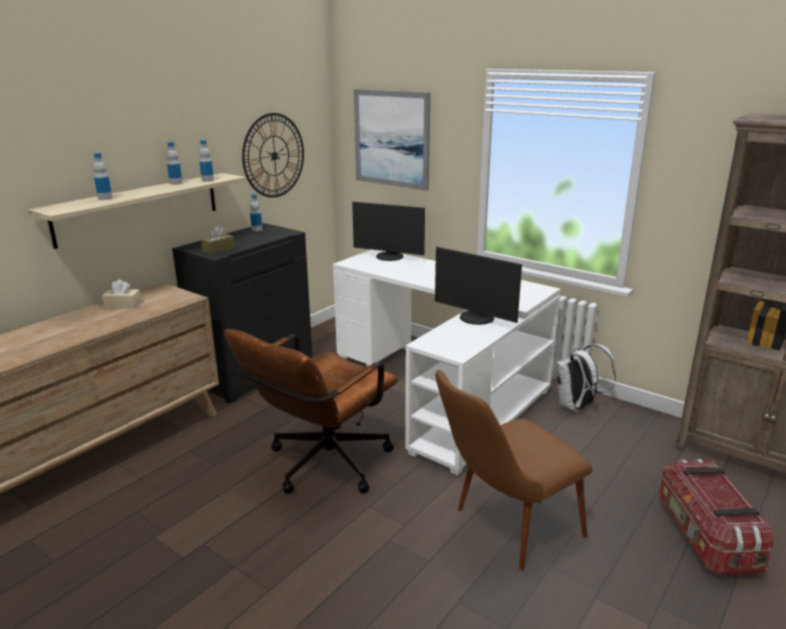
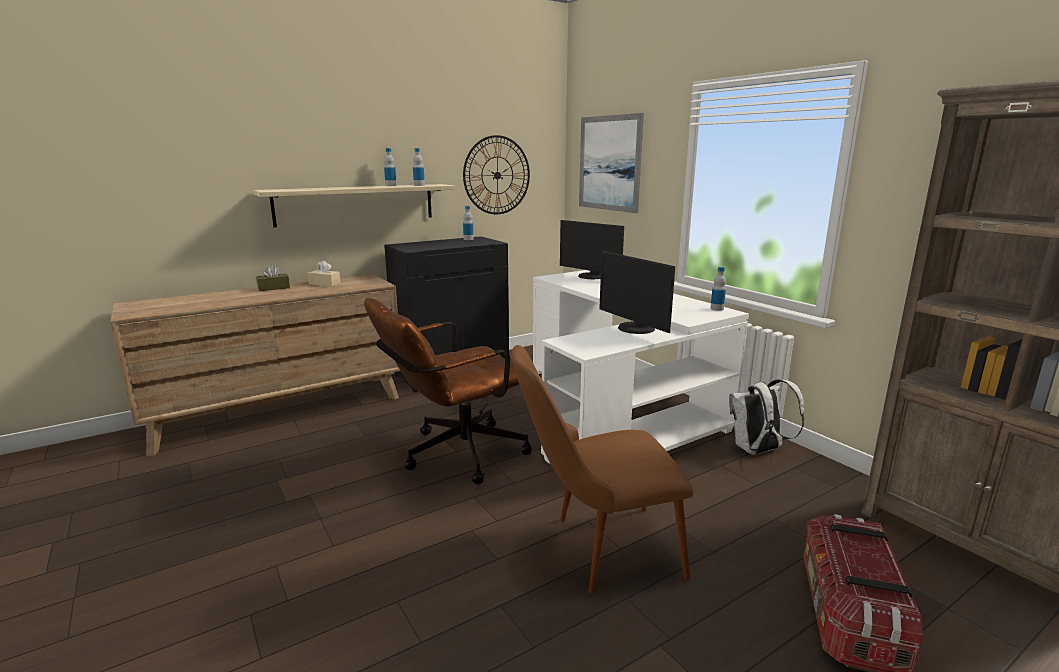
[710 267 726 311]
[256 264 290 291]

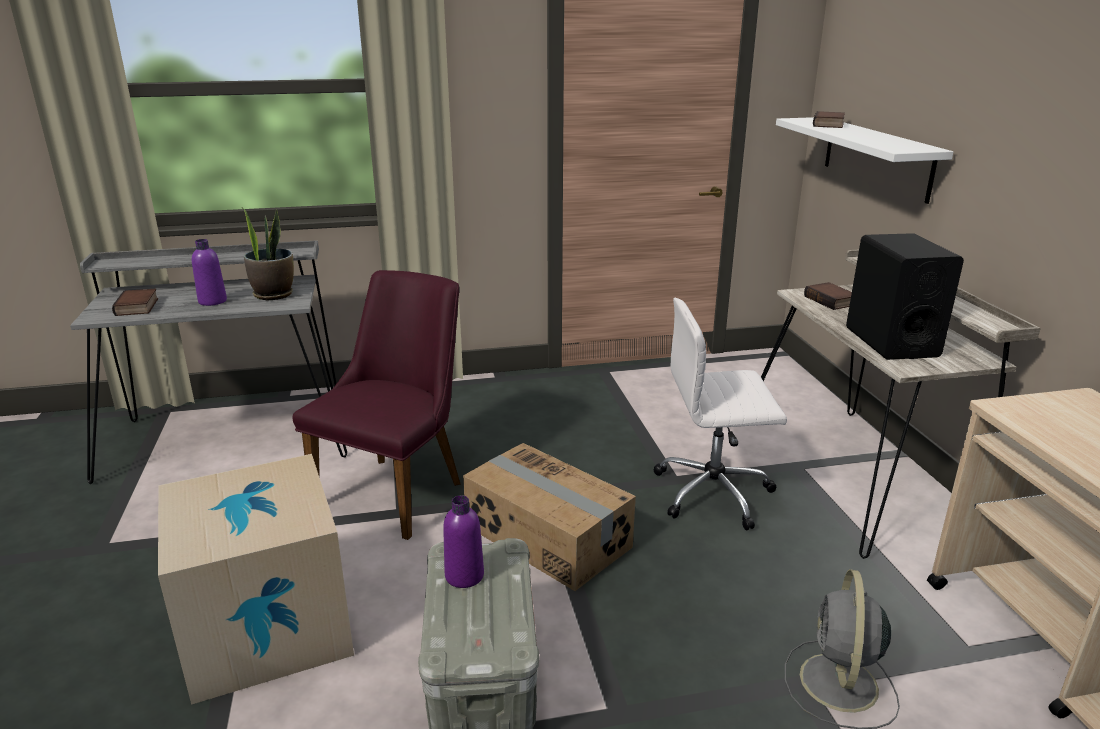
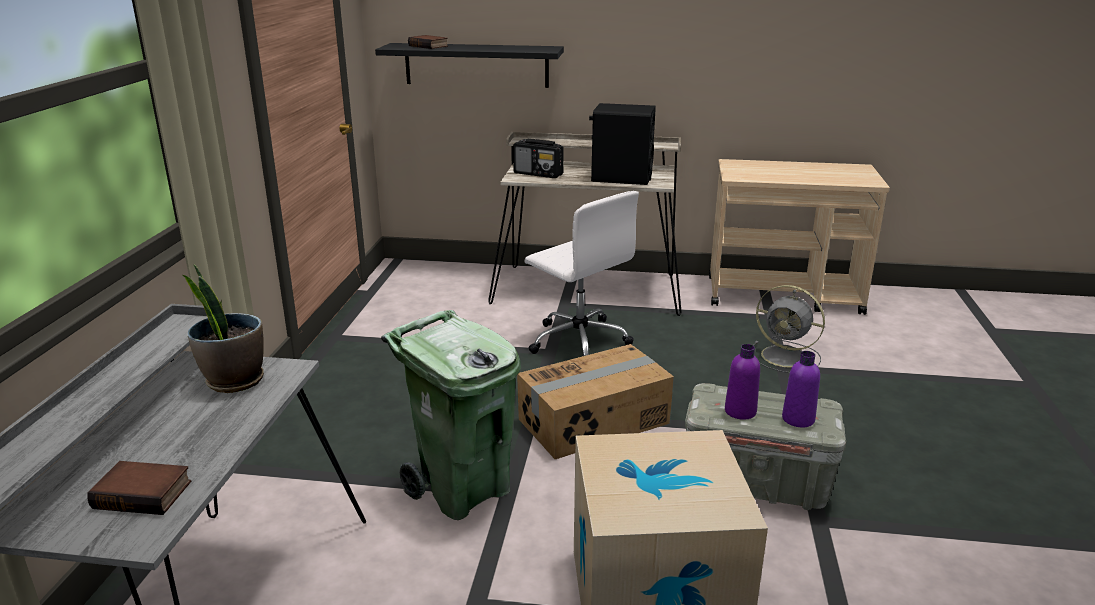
[782 351 820 427]
[381 310 521 520]
[524 191 639 356]
[375 43 564 88]
[513 139 564 178]

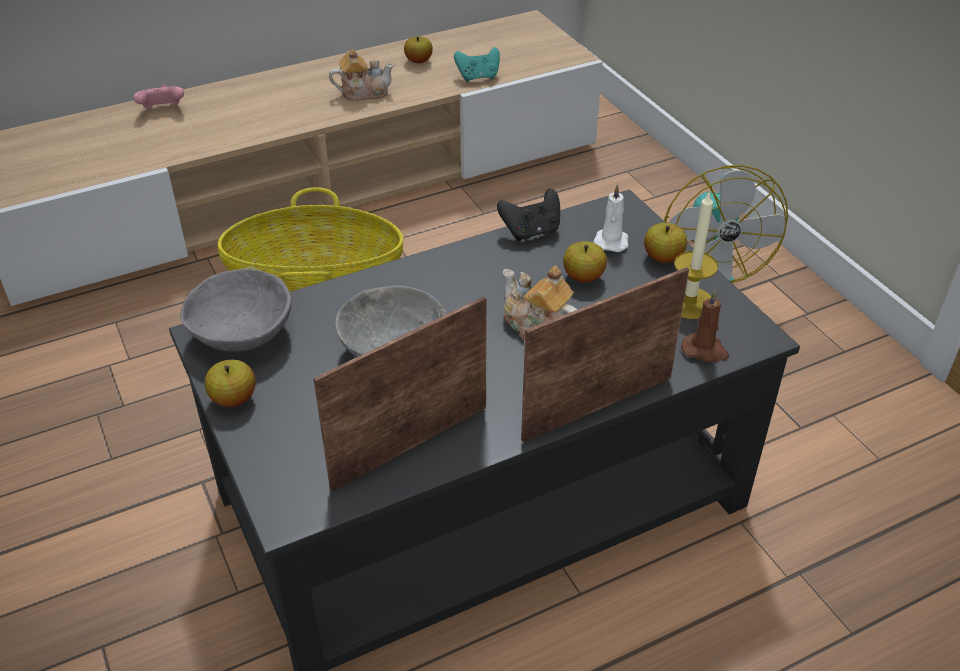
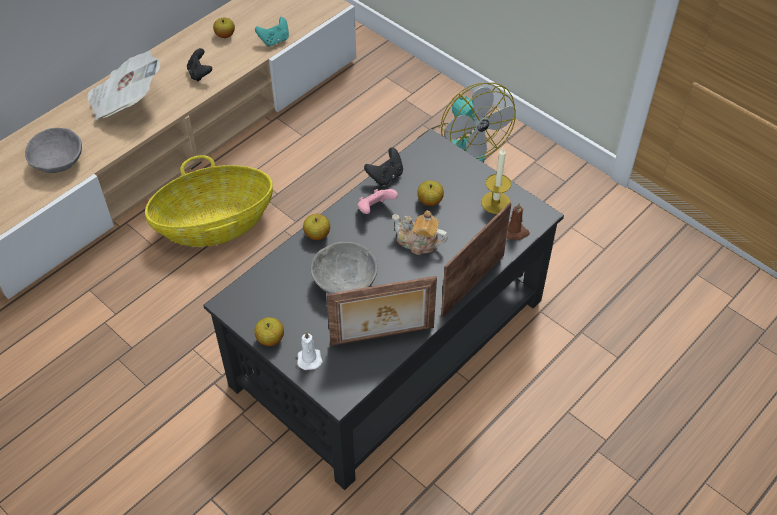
[357 189 398 214]
[25 128 82 173]
[326 276 437 346]
[187 48 212 82]
[297 331 323 370]
[303 214 330 240]
[87 51 160 121]

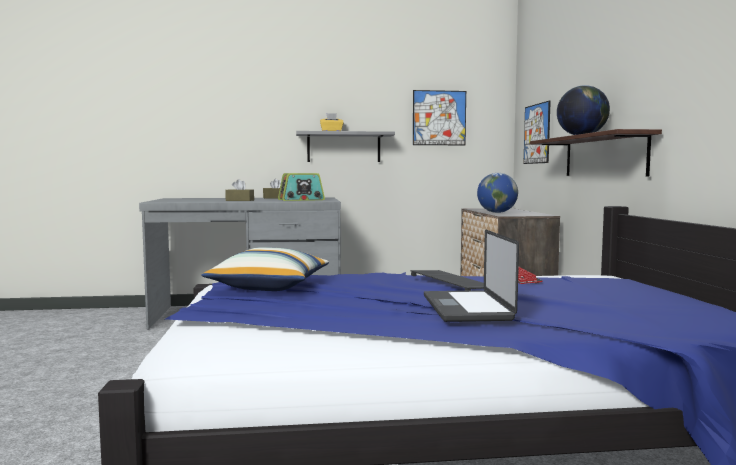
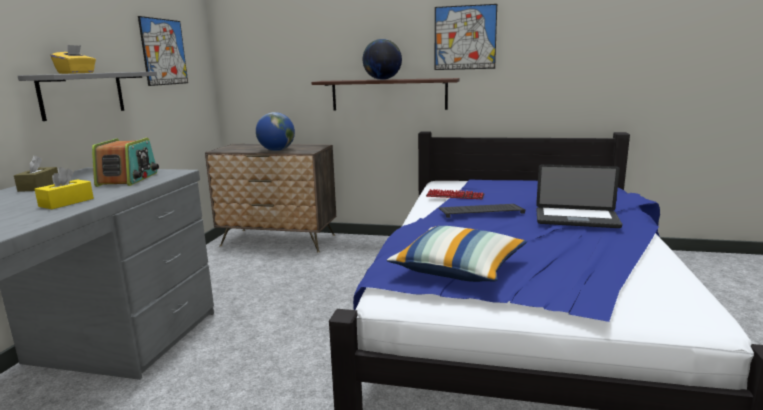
[35 167 94 209]
[435 4 497 70]

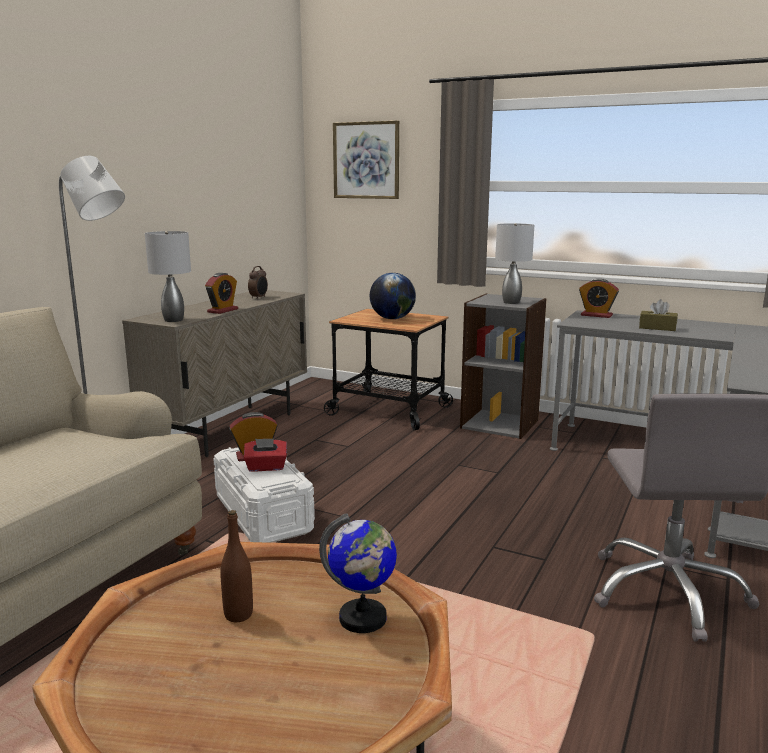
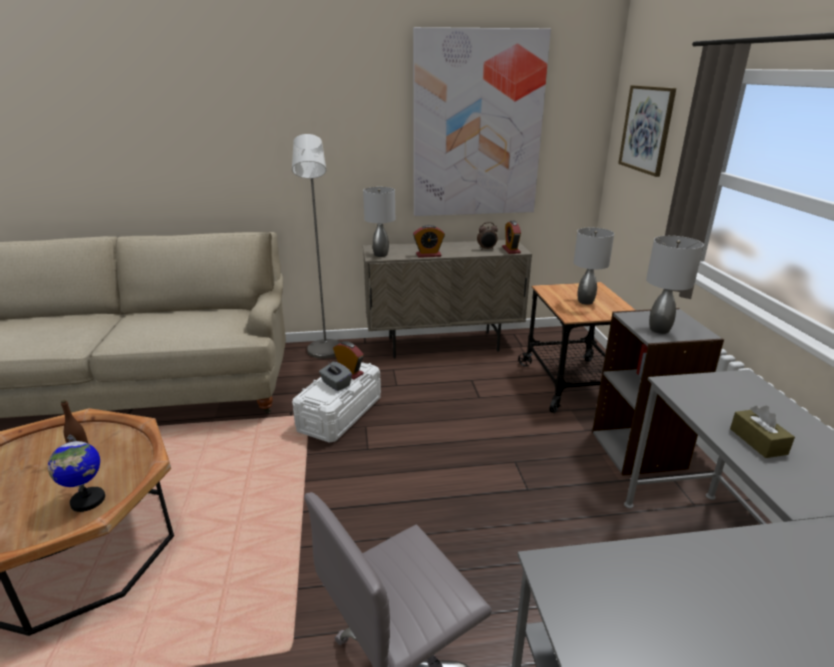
[319 362 352 391]
[573 228 614 305]
[502 221 521 254]
[413 27 551 216]

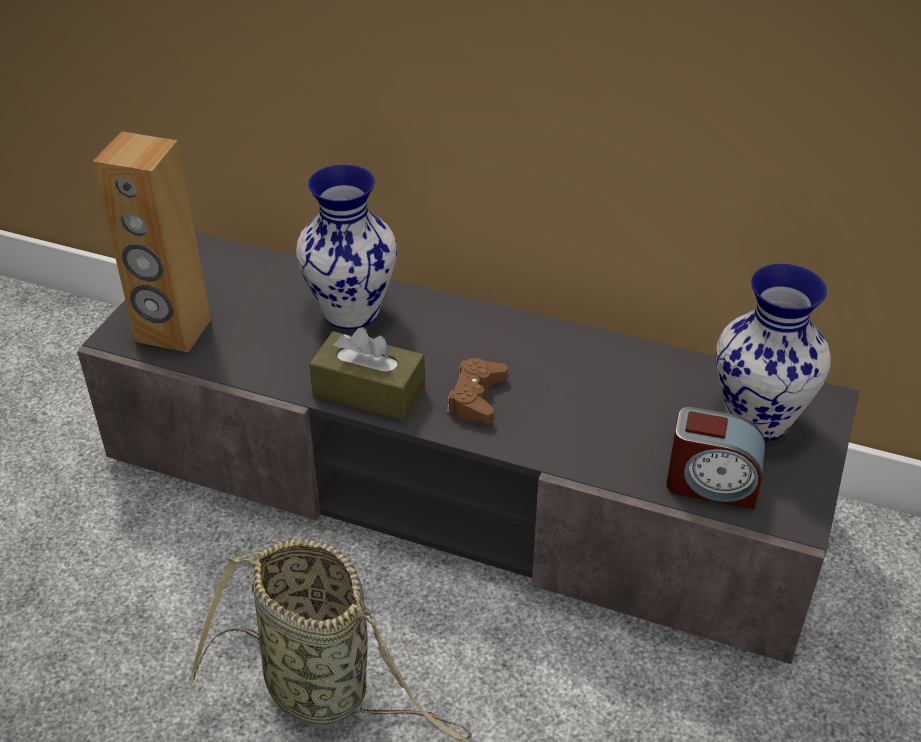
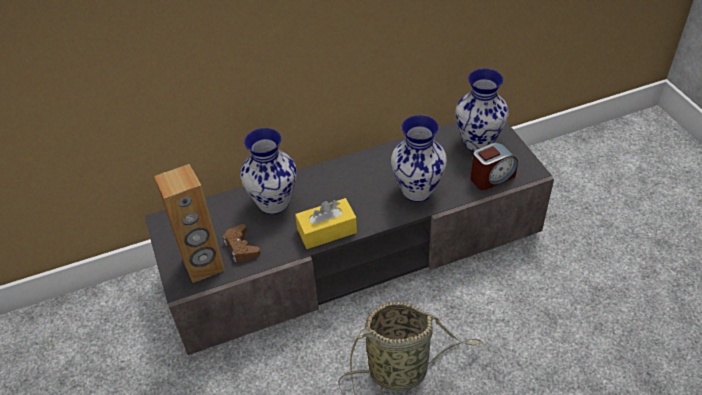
[295 198 357 249]
[223 224 260 262]
[391 115 447 202]

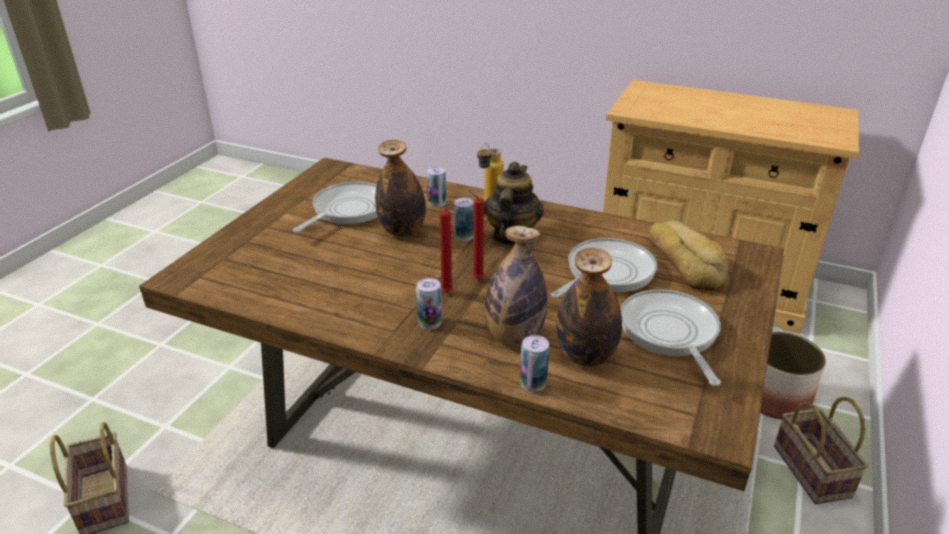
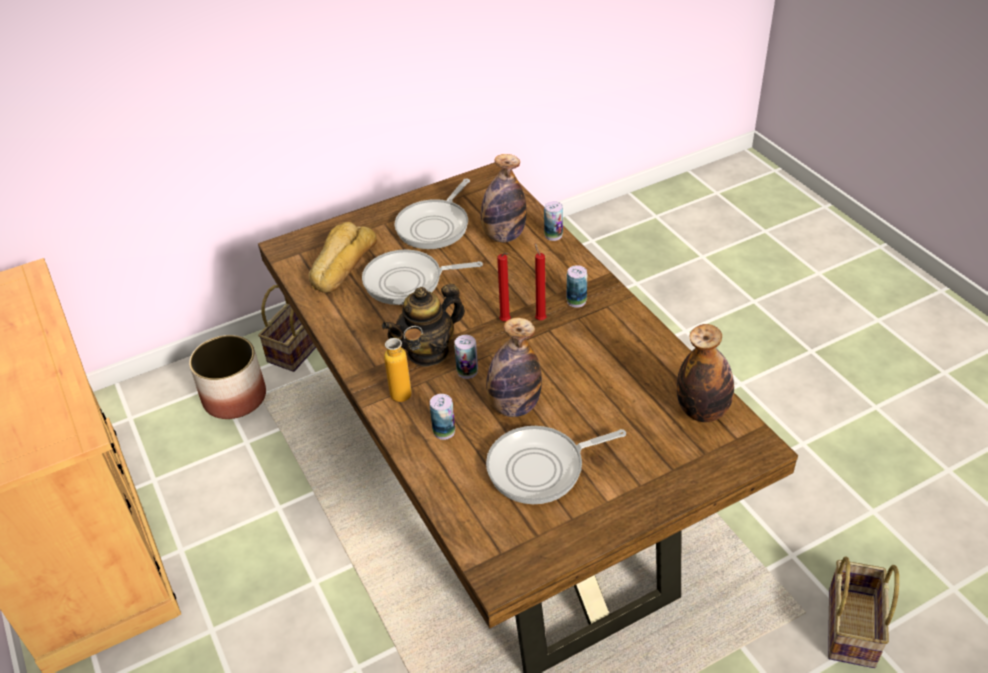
[677 324 734 422]

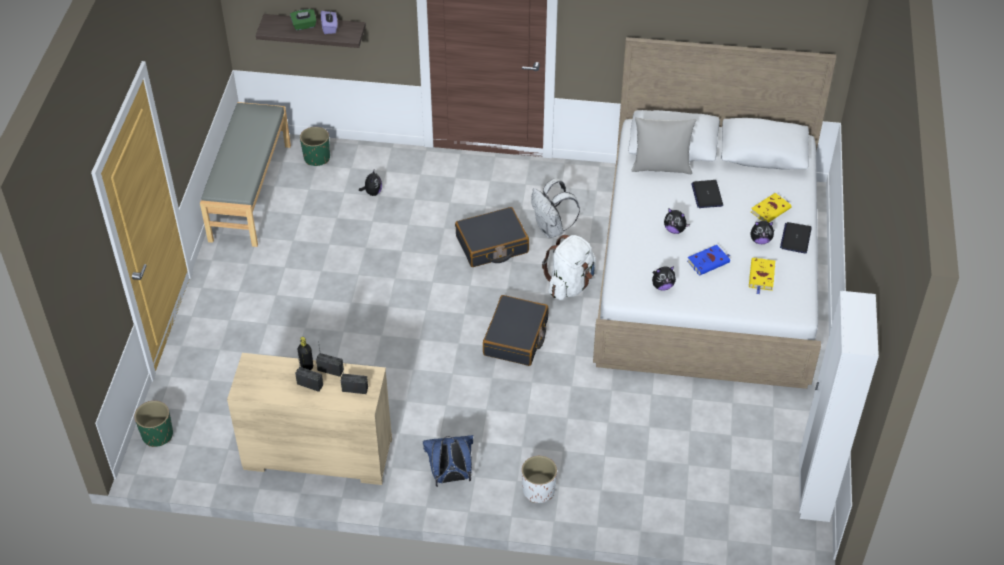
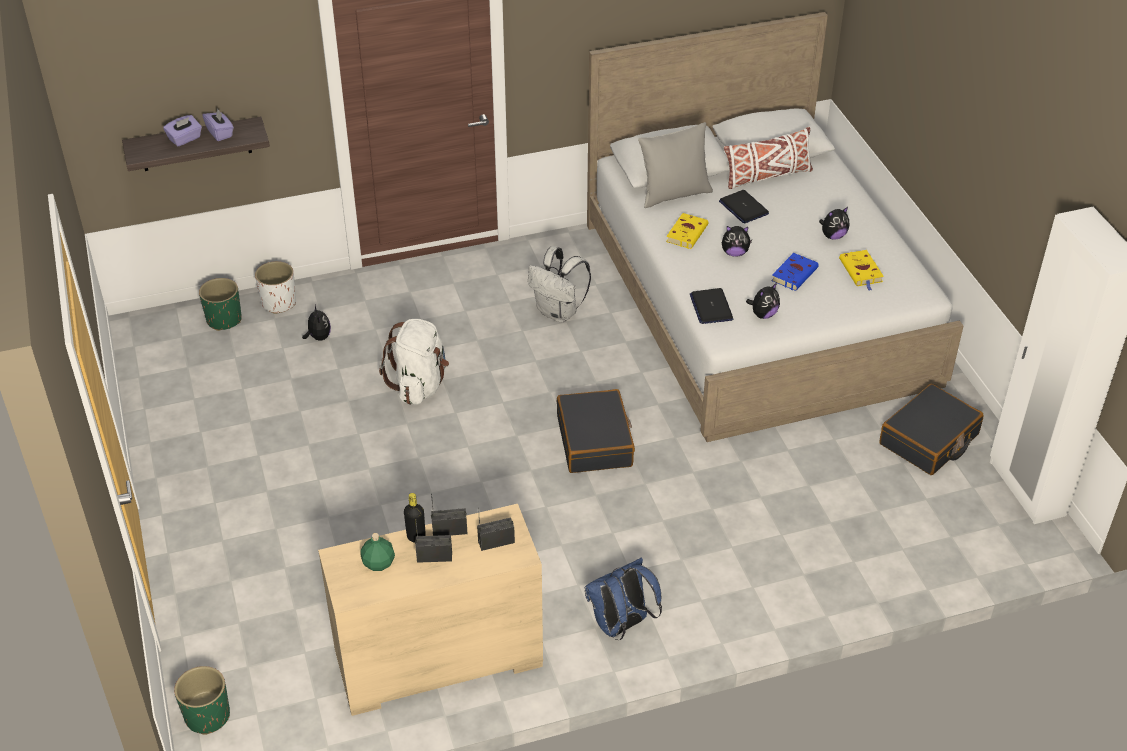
[200 102 291 247] (first image)
[163 115 202 146]
[880 384 983 475]
[255 261 296 314]
[379 319 449 405]
[666 213 708 249]
[690 288 733 324]
[360 533 395 571]
[724 127 813 189]

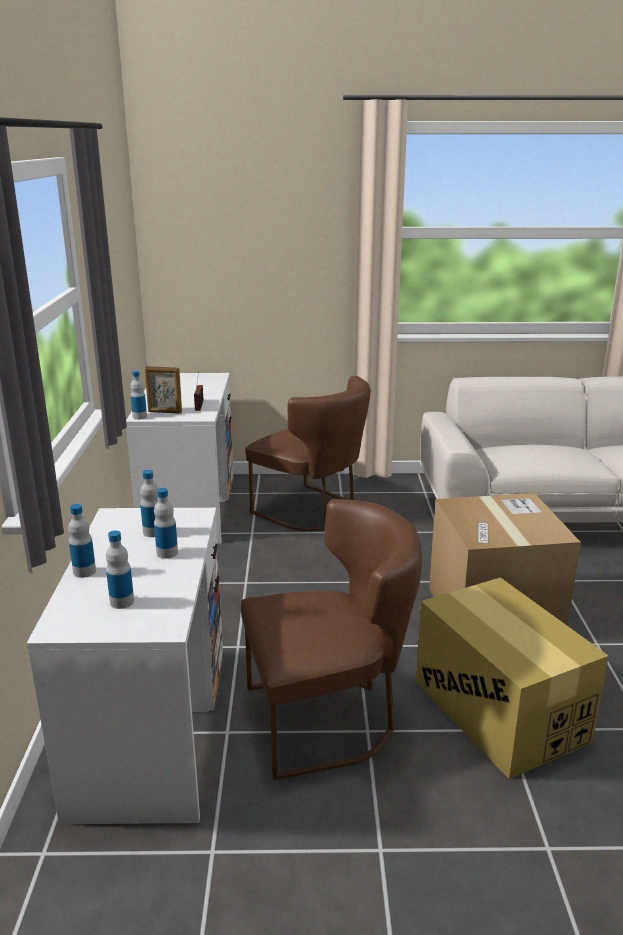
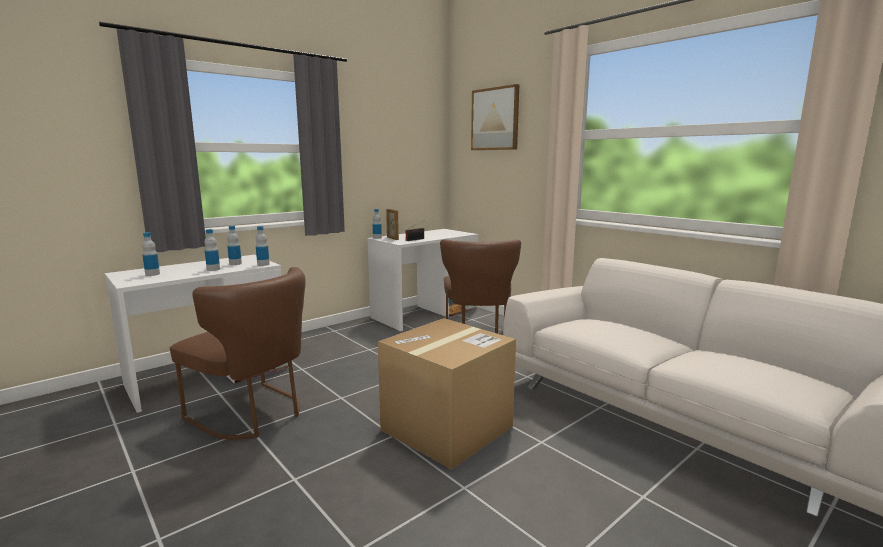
[256 226 270 266]
[416 577 609 779] (first image)
[471 84 519 150]

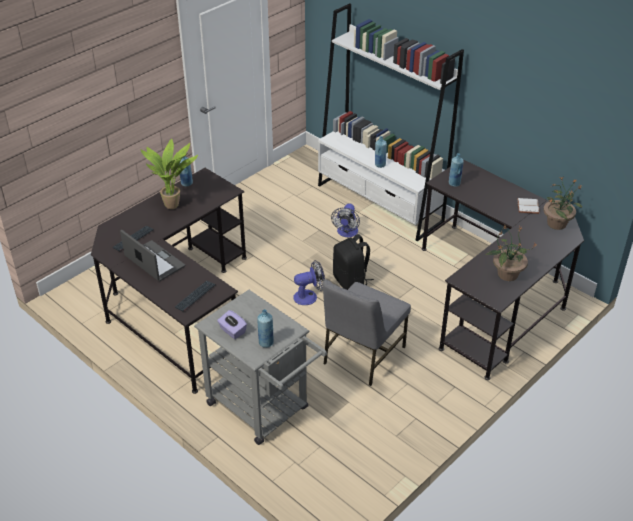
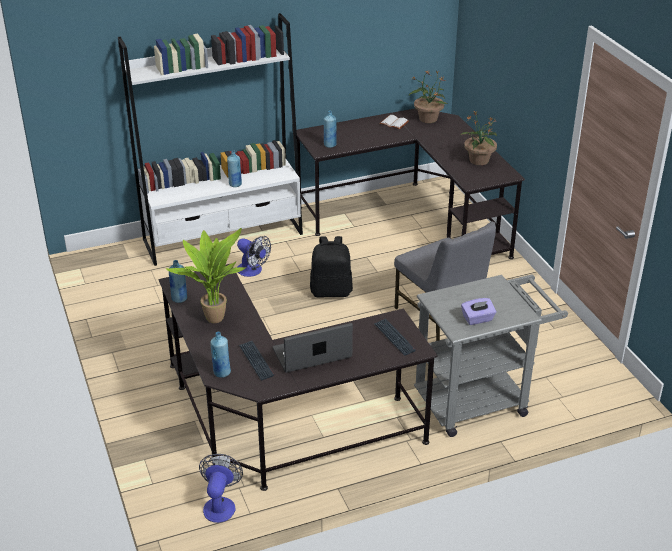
[210 332 231 378]
[199 454 243 523]

